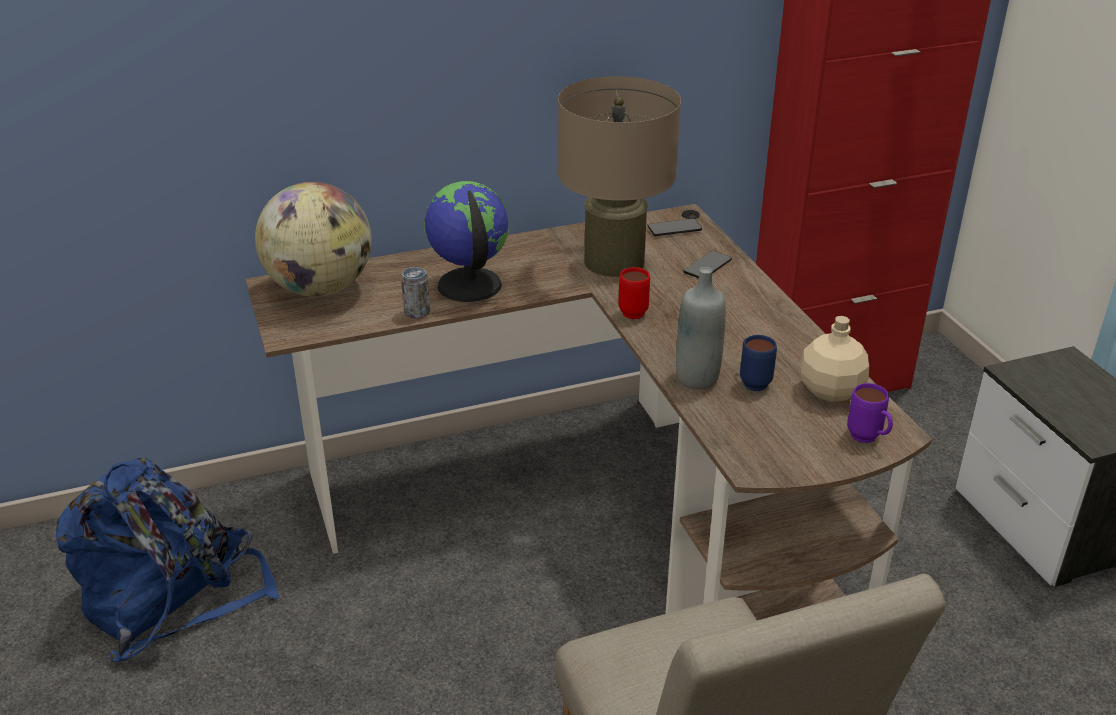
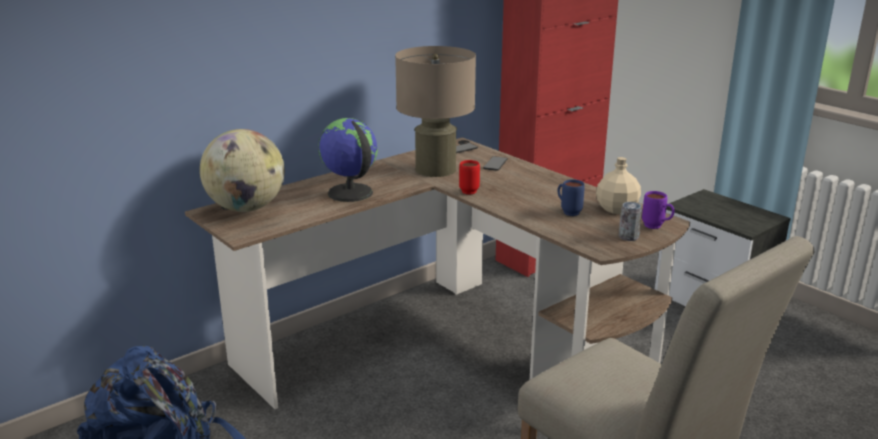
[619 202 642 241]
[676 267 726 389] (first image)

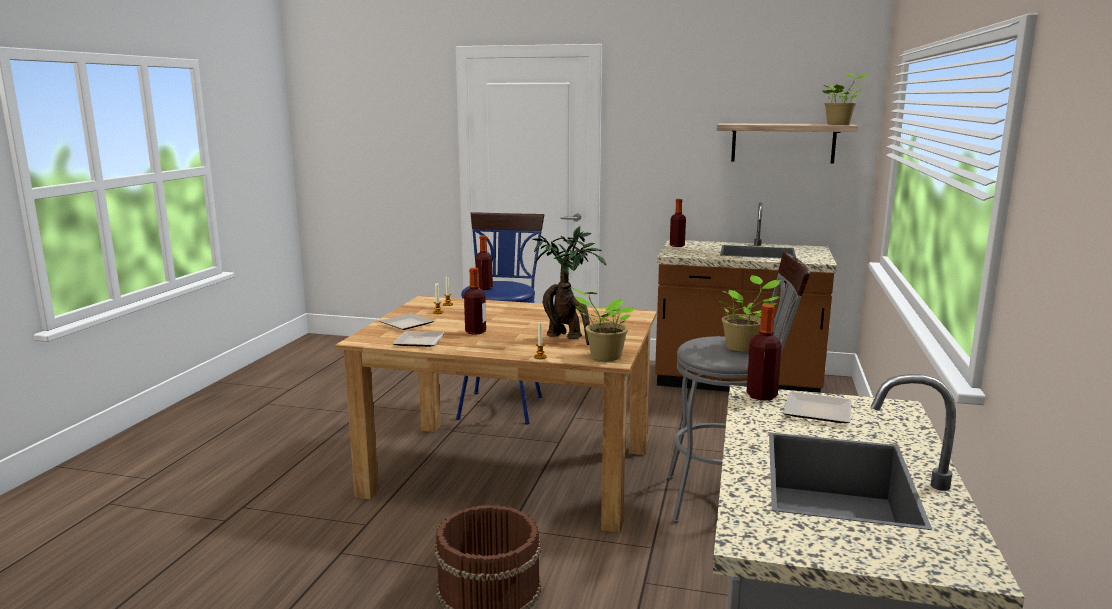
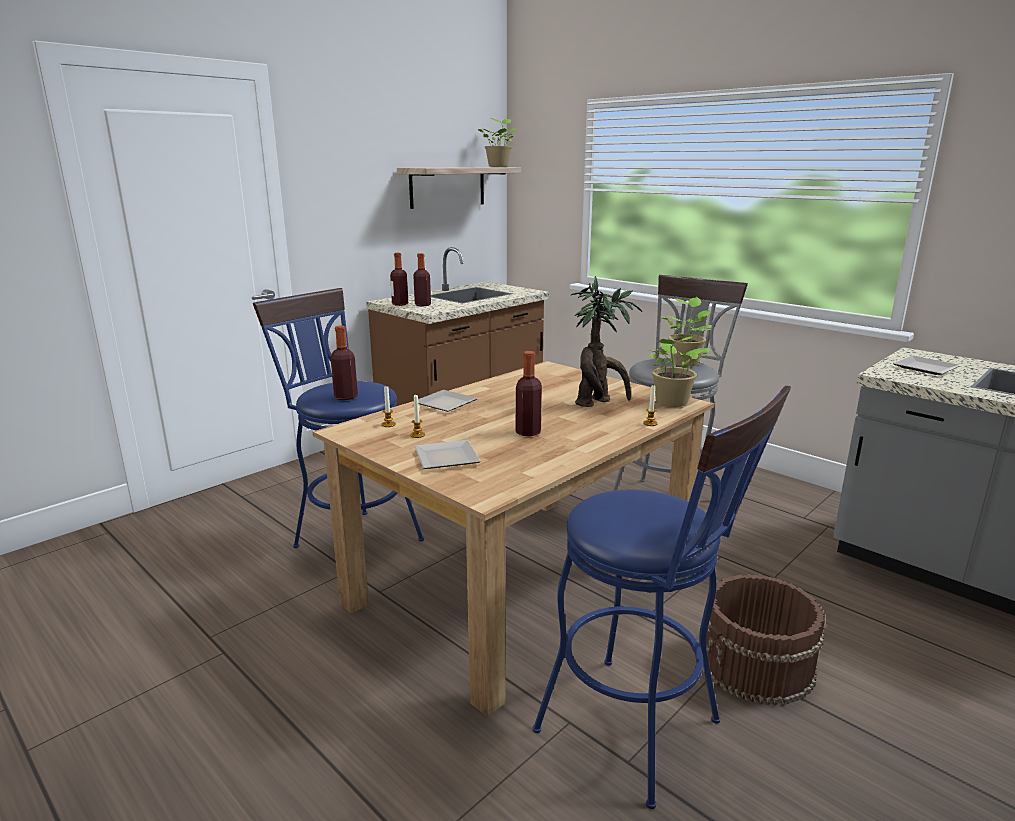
[413 390 478 412]
[413 253 431 306]
[533 386 791 809]

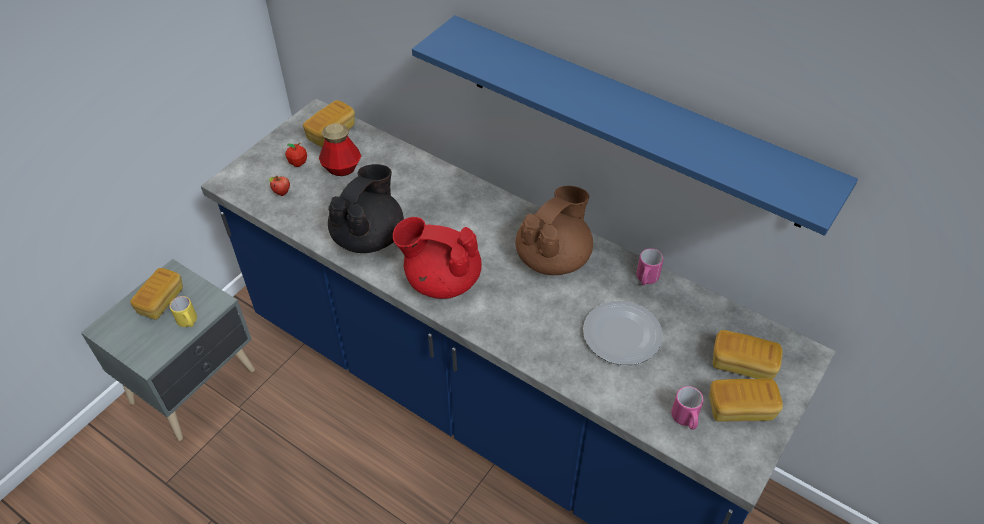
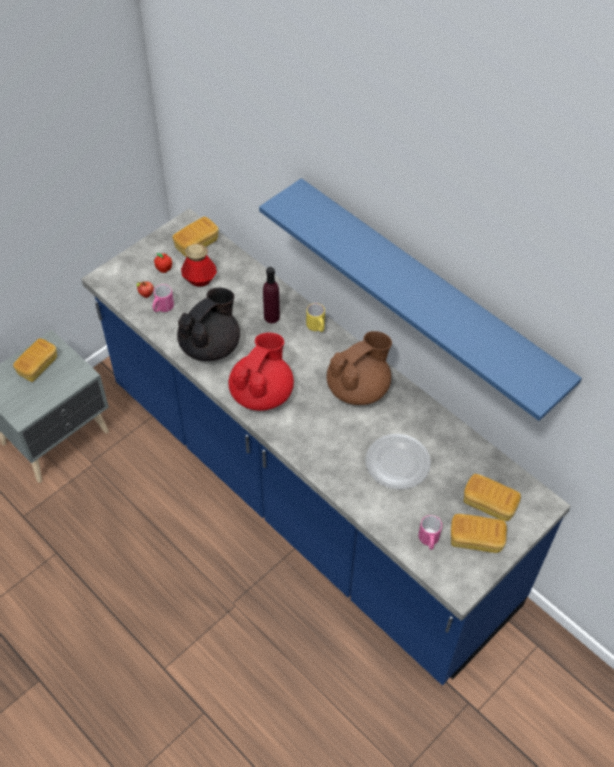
[306 303 325 332]
[228 332 294 411]
[152 284 174 312]
[263 267 280 323]

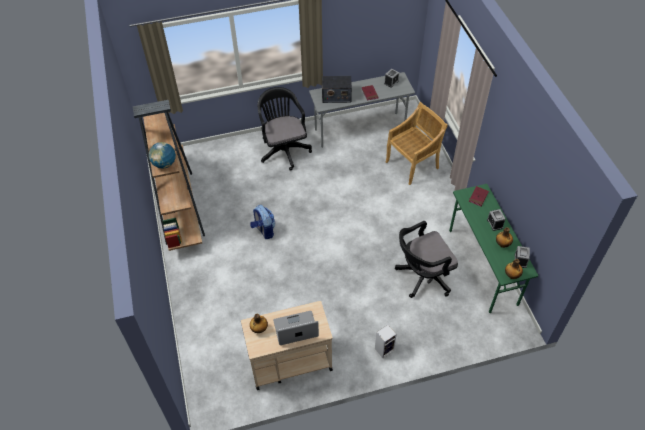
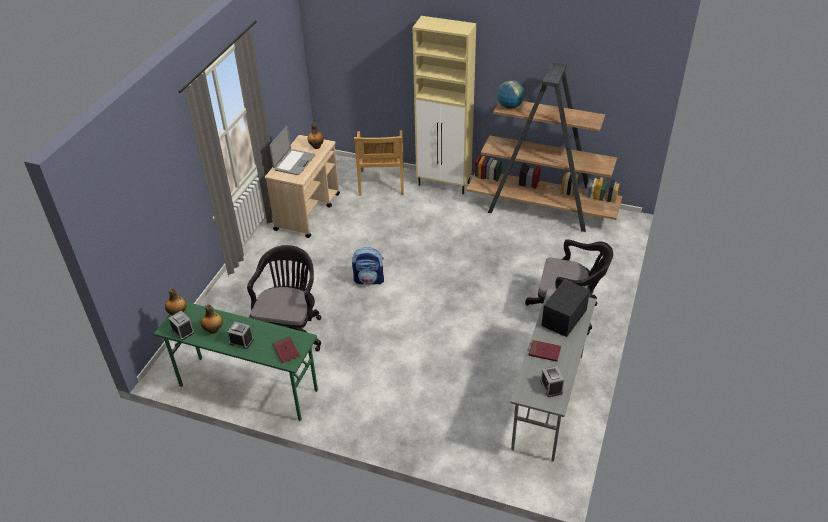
[352 247 384 285]
[375 325 397 358] (first image)
[354 130 404 196]
[412 16 476 194]

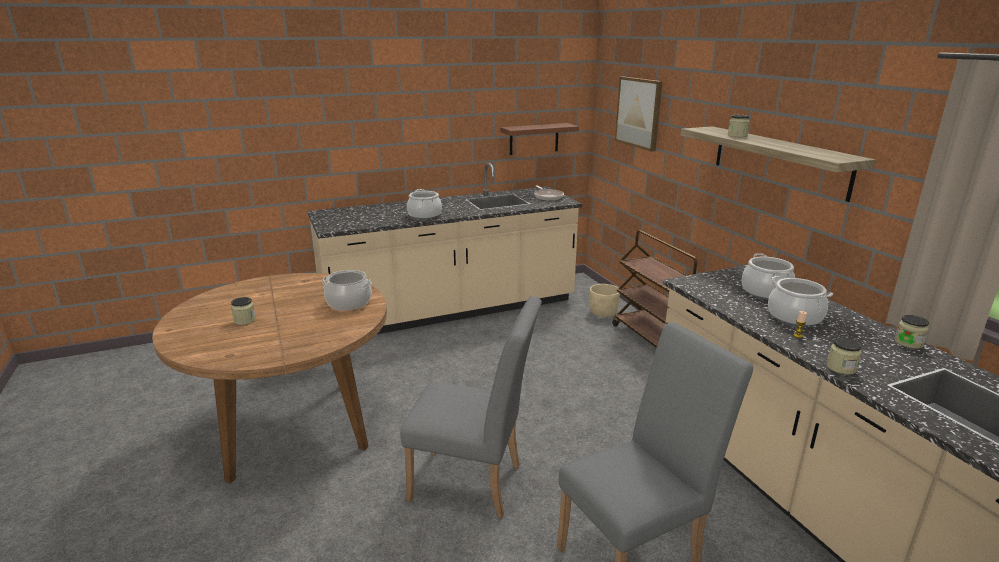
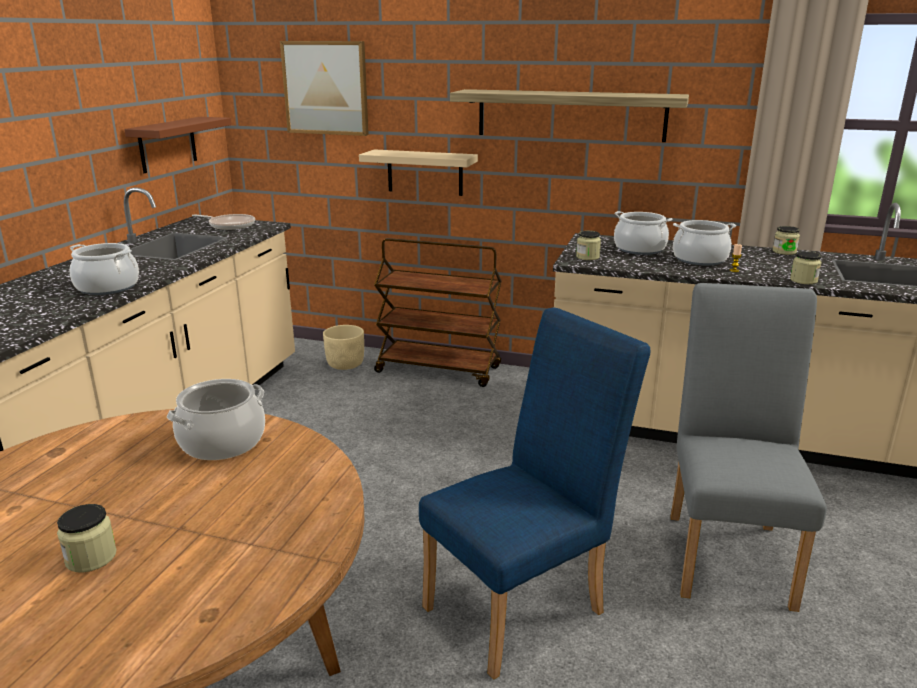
[419 307 651 679]
[576 231 601 260]
[359 149 478 196]

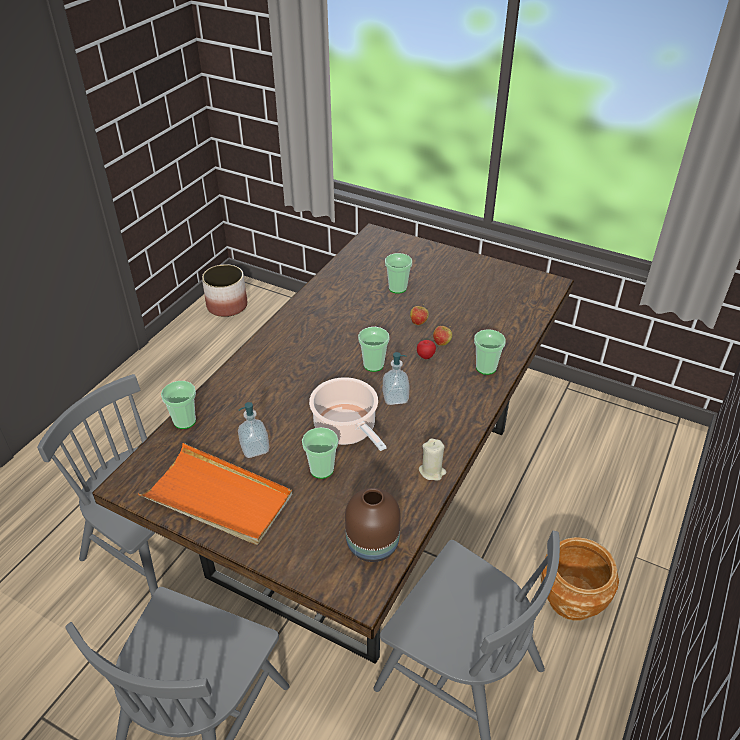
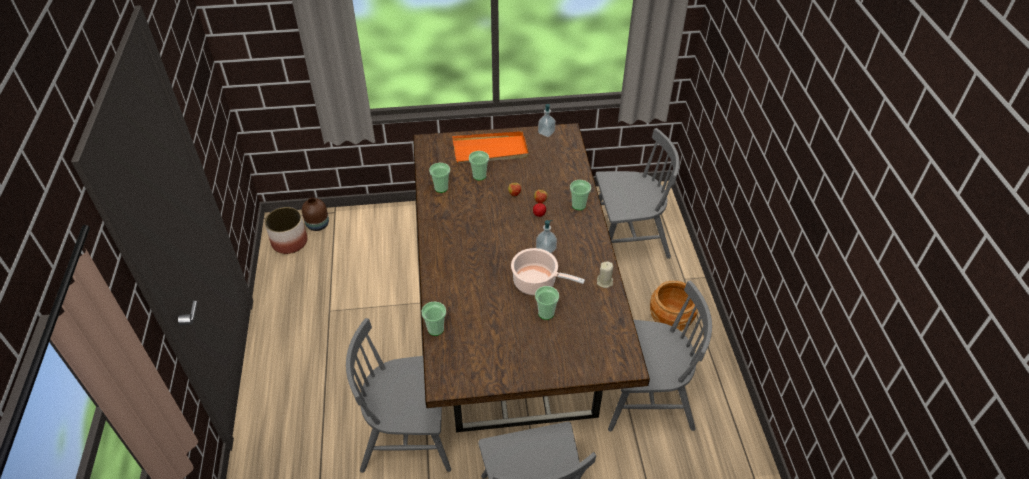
[452 131 529 163]
[538 104 556 137]
[302 198 329 231]
[429 163 450 193]
[595 128 679 259]

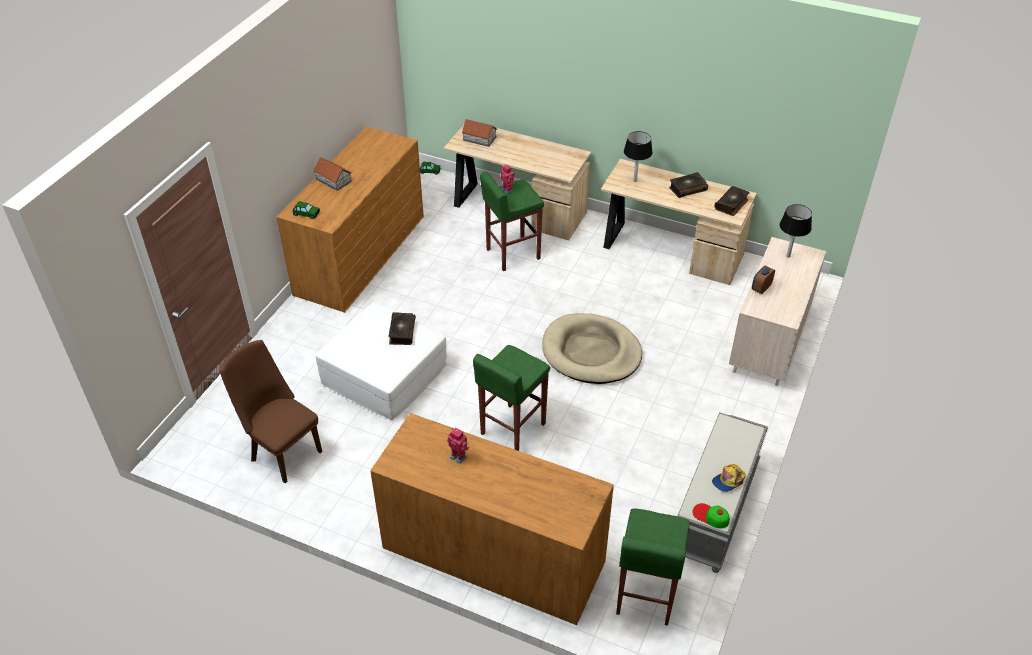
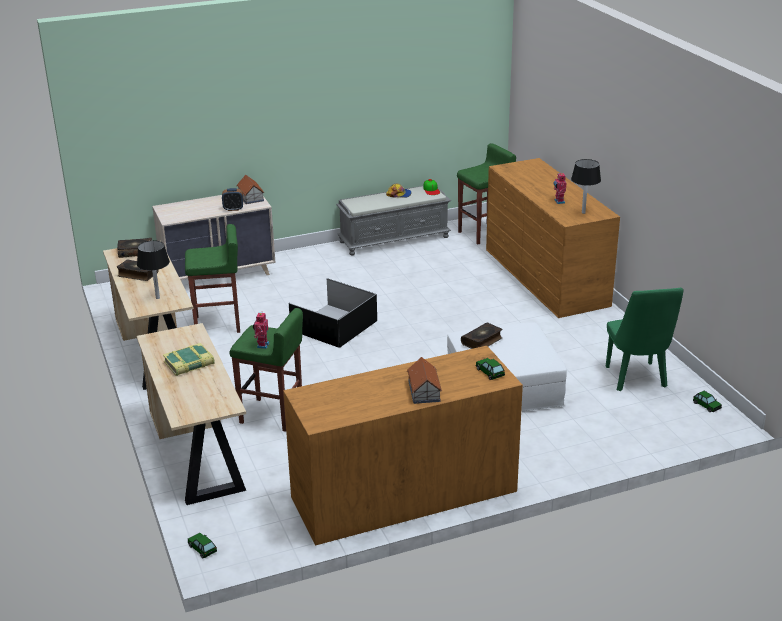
[606 288 683 391]
[237 175 264 204]
[185 224 240 333]
[289 278 377 348]
[571 159 601 214]
[163 343 215 376]
[693 391 722 412]

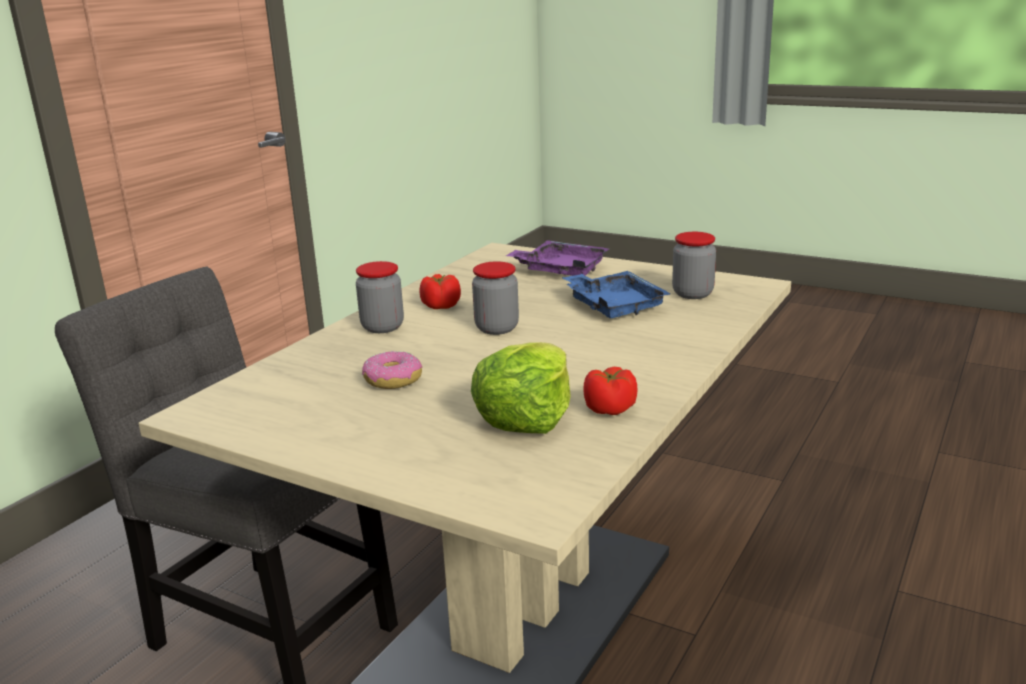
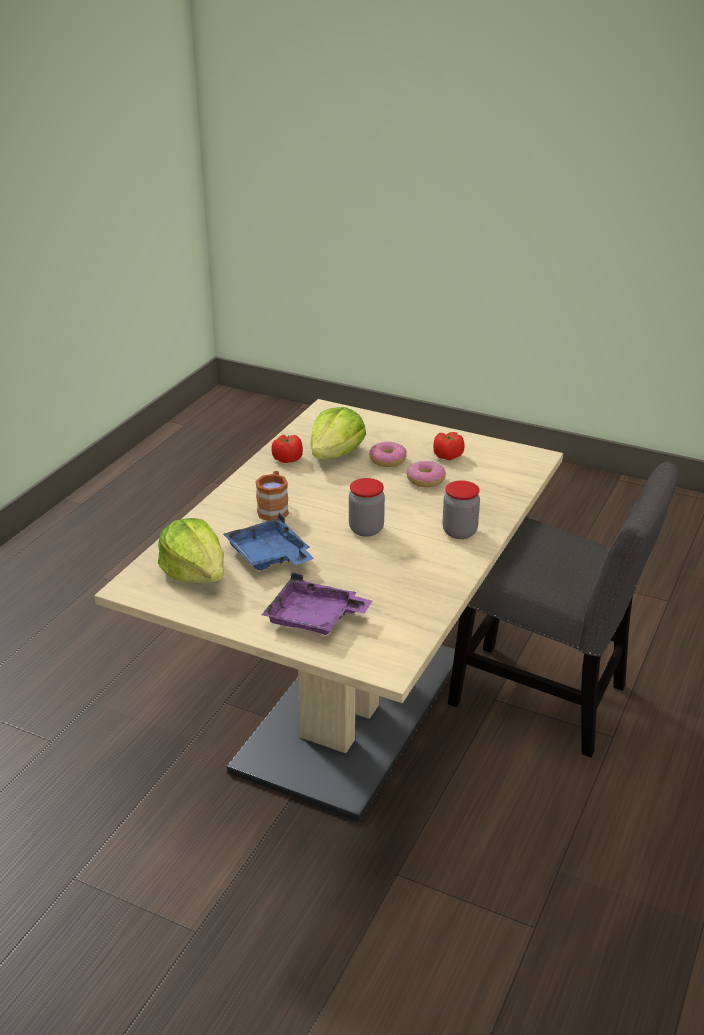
[433 432 464 460]
[158 518 224 583]
[255 471 289 521]
[370 441 407 467]

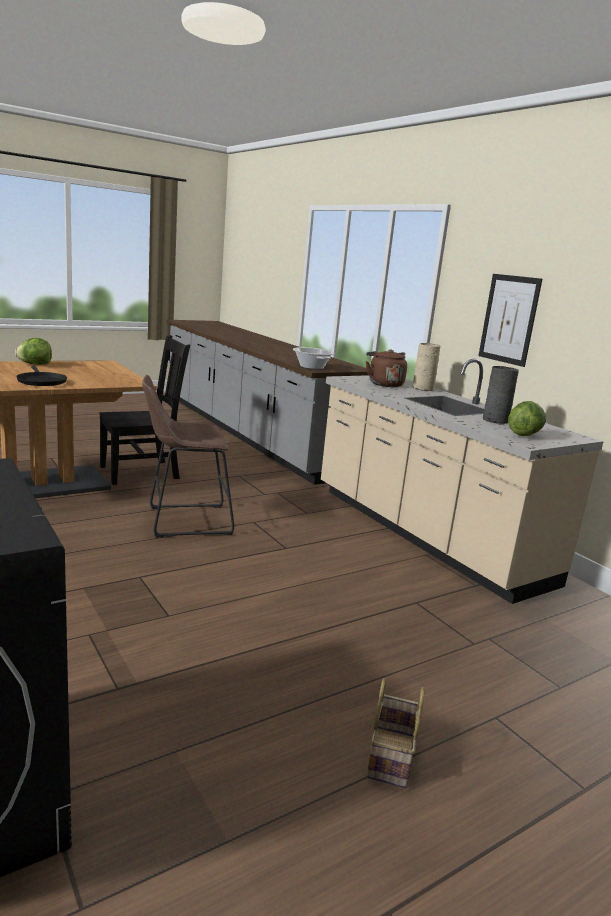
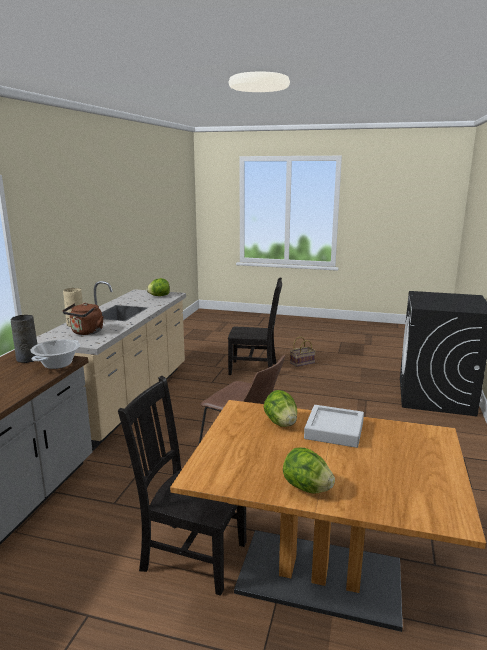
[304 405 364 448]
[478 274 542 367] (first image)
[11 315 37 363]
[228 277 282 375]
[264 390 297 427]

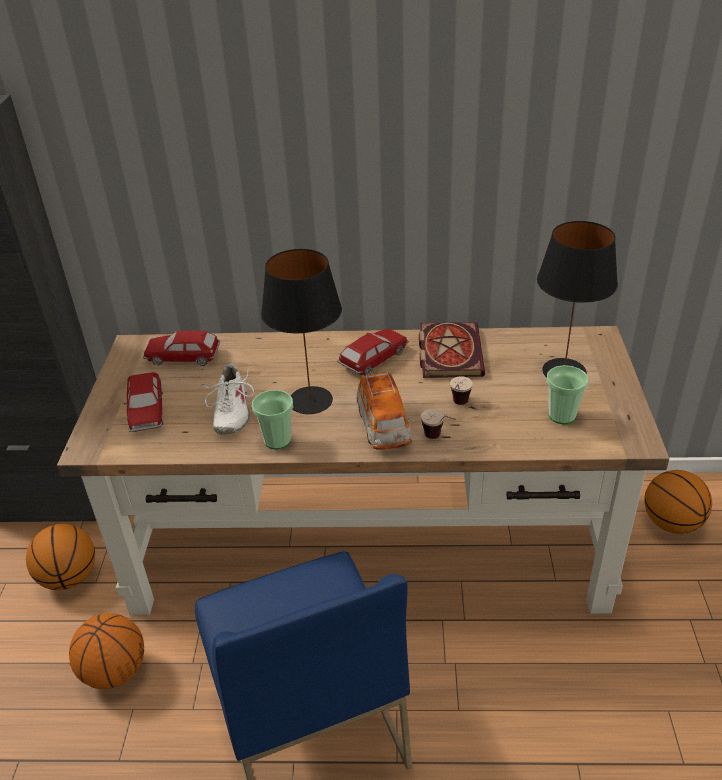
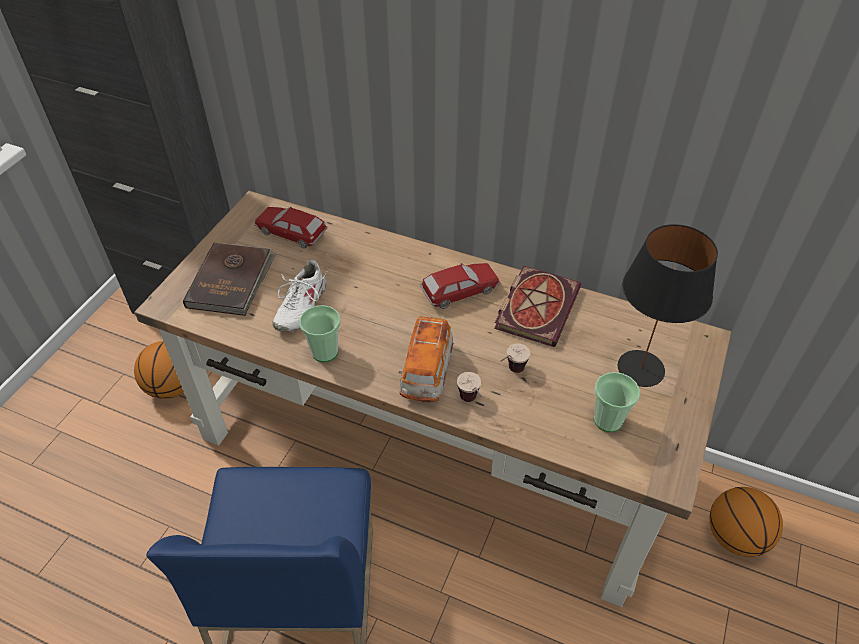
[69 613 144 689] (first image)
[183 243 276 316]
[261 249 342 414] (first image)

